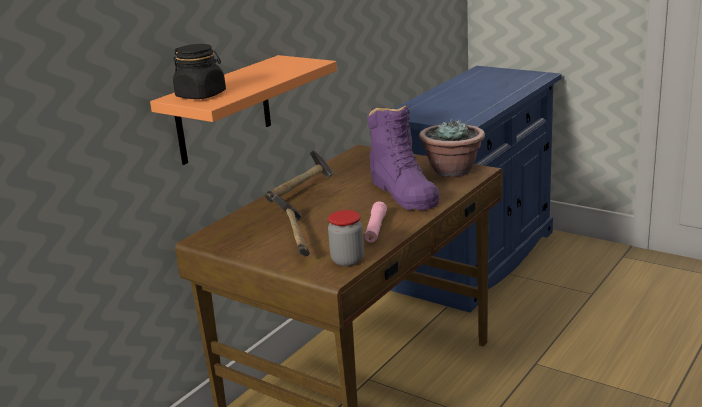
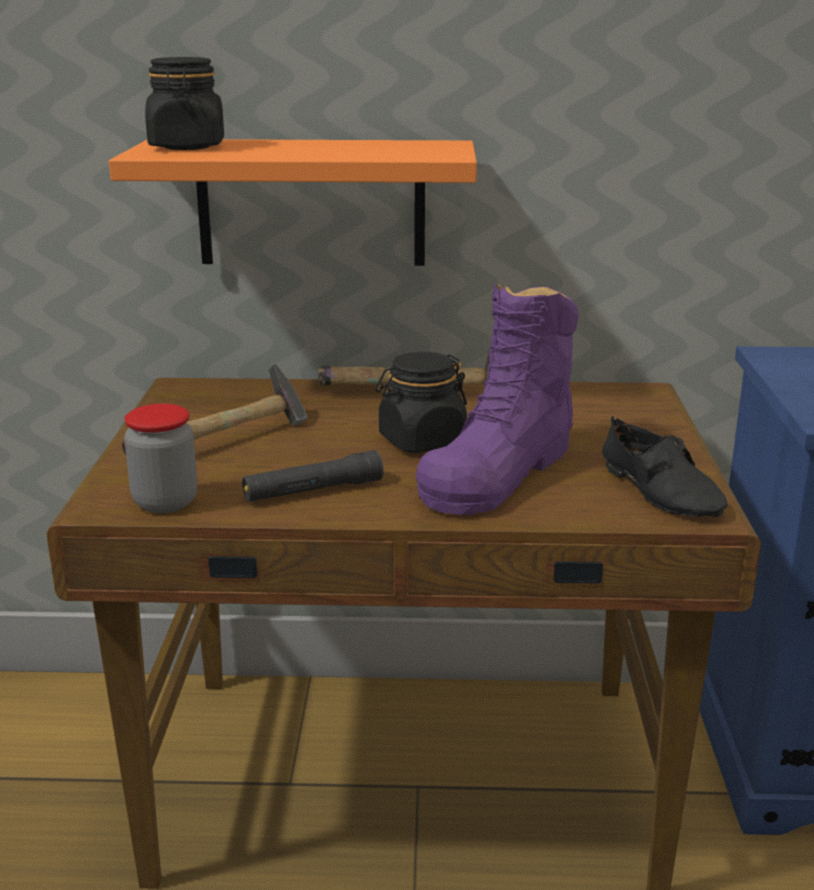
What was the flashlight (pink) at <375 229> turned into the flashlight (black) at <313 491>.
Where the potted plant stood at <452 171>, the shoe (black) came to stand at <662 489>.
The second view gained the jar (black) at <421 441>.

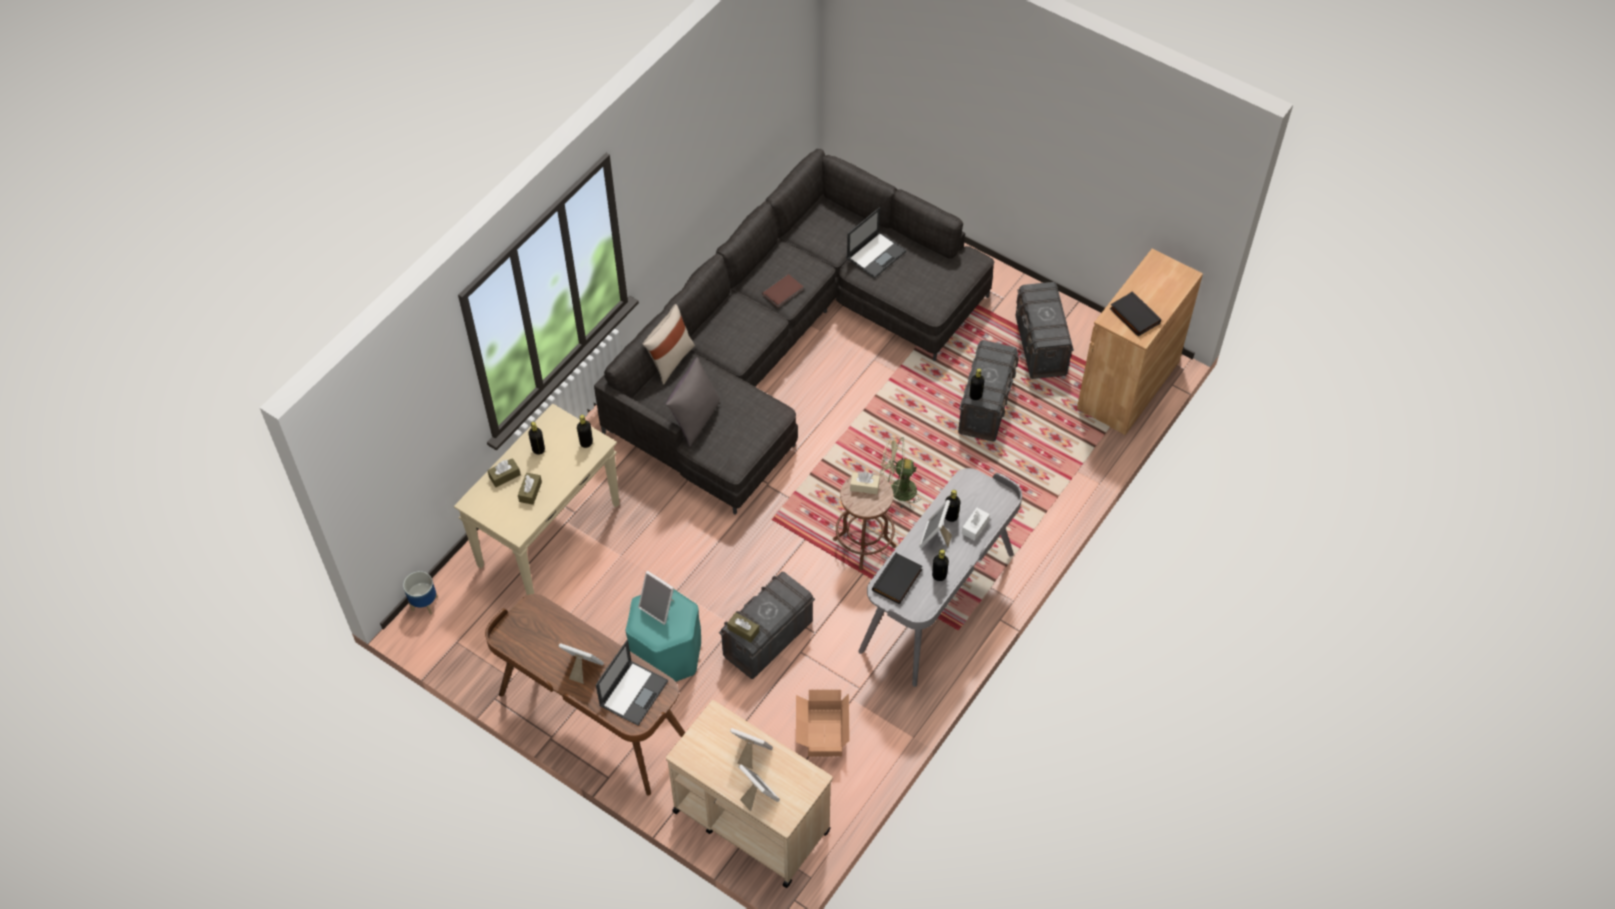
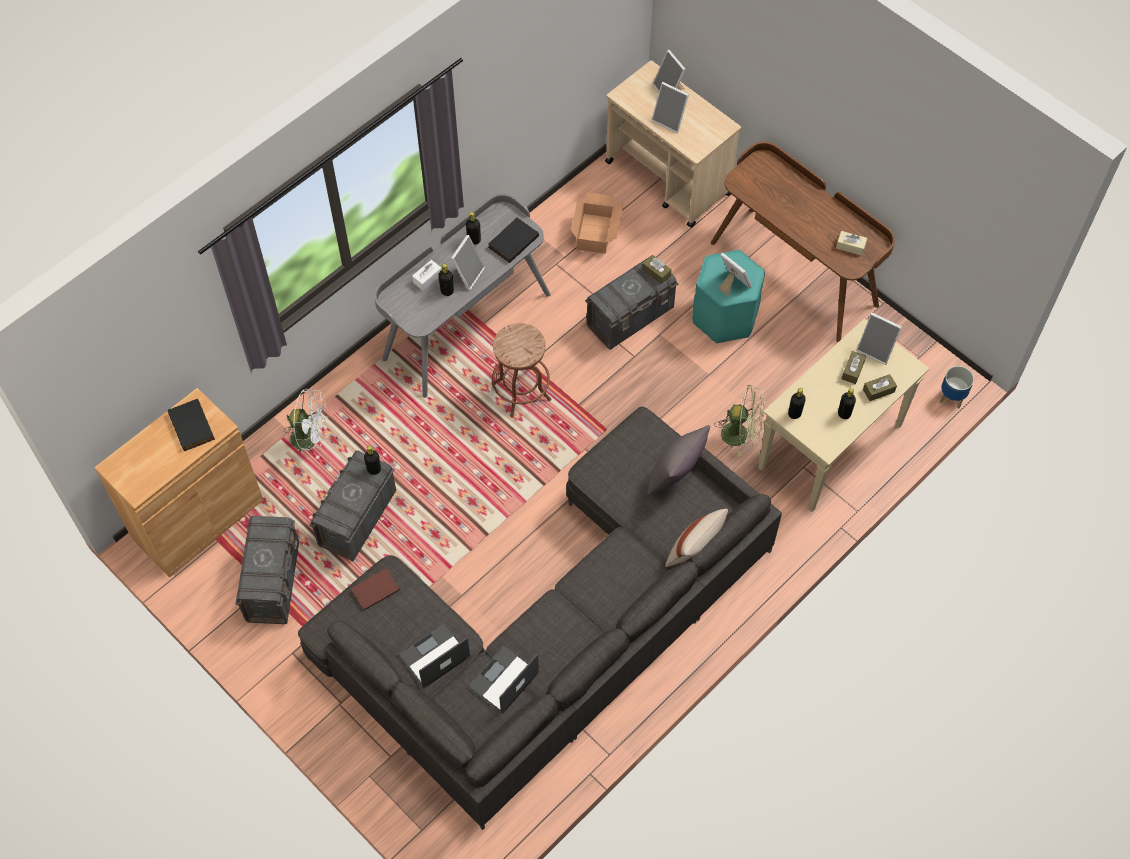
The picture frame ended up elsewhere, having gone from <582 668> to <876 349>.
The laptop ended up elsewhere, having gone from <634 692> to <503 680>.
The book (brown) ended up elsewhere, having gone from <784 292> to <374 589>.
The tissue box (beige) ended up elsewhere, having gone from <864 486> to <850 246>.
The fan (green) ended up elsewhere, having gone from <897 491> to <741 434>.
The second view gained the fan (white) at <310 438>.

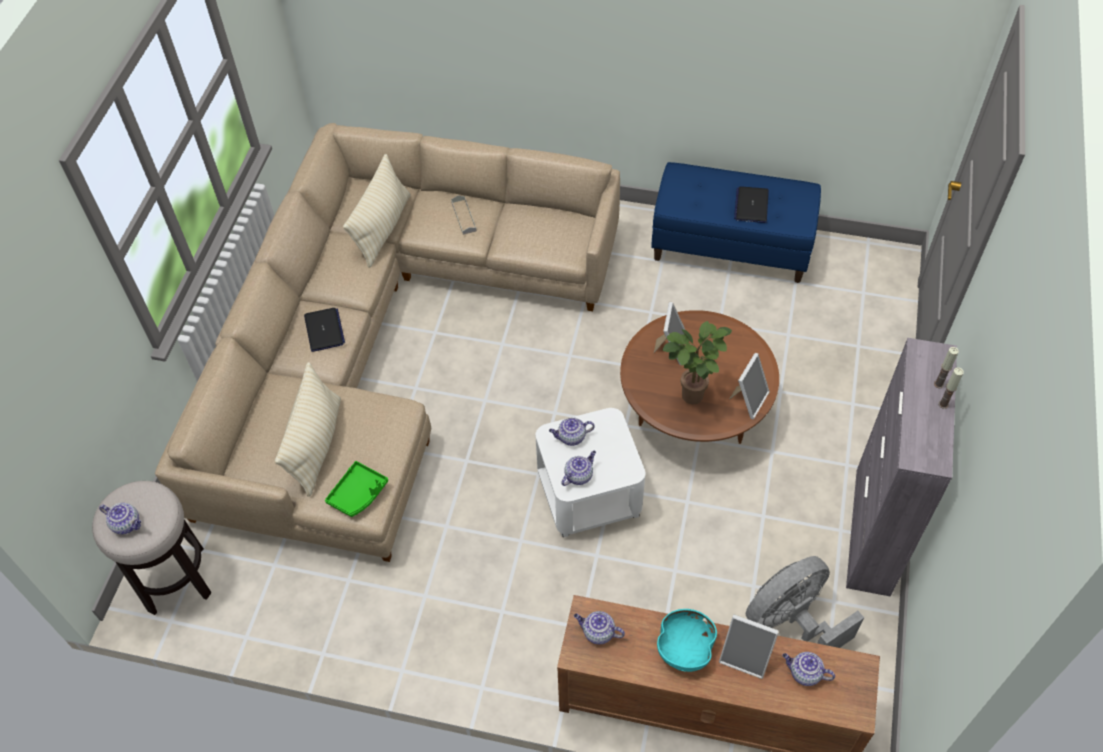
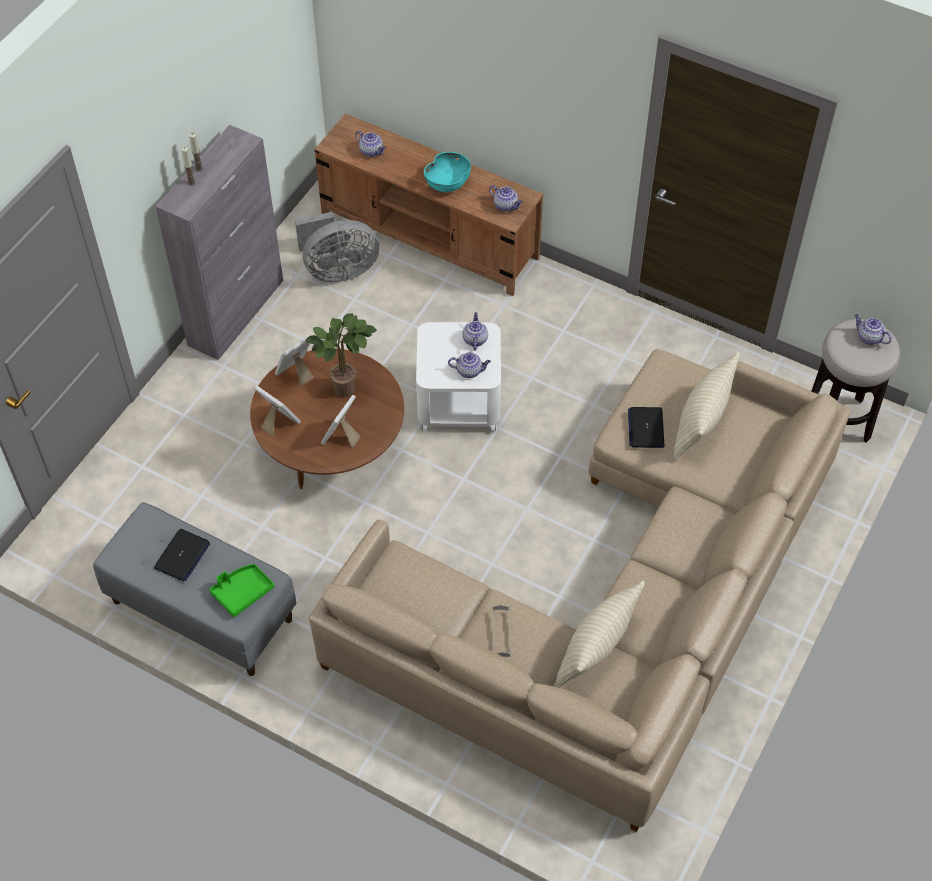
The laptop ended up elsewhere, having gone from <324 330> to <646 428>.
The tray (green) ended up elsewhere, having gone from <358 494> to <242 592>.
The teapot at <579 475> ended up facing another way, 120 degrees clockwise from before.
What was the bench (blue) at <731 247> turned into the bench (grey) at <201 611>.
The picture frame ended up elsewhere, having gone from <745 656> to <278 421>.

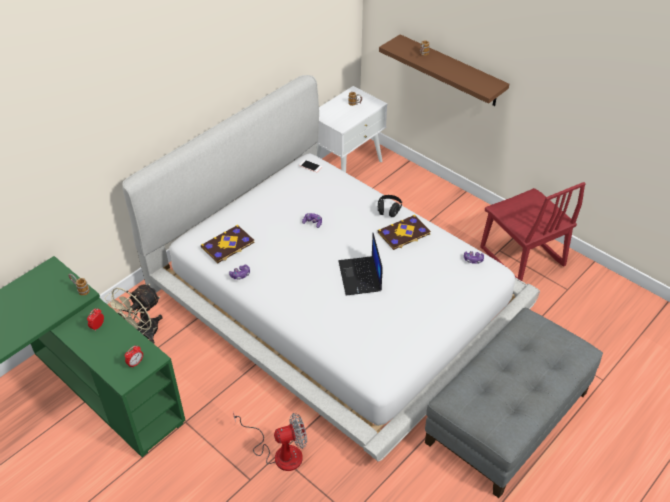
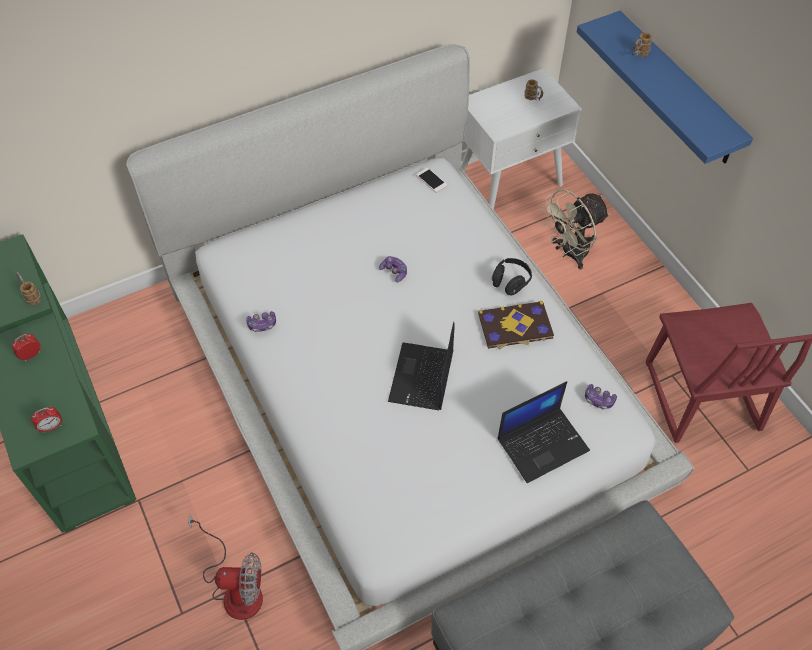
The fan (beige) ended up elsewhere, having gone from <142 334> to <569 253>.
The second view lost the book at <228 245>.
What was the shelf (brown) at <451 71> turned into the shelf (blue) at <677 89>.
The second view gained the laptop at <543 443>.

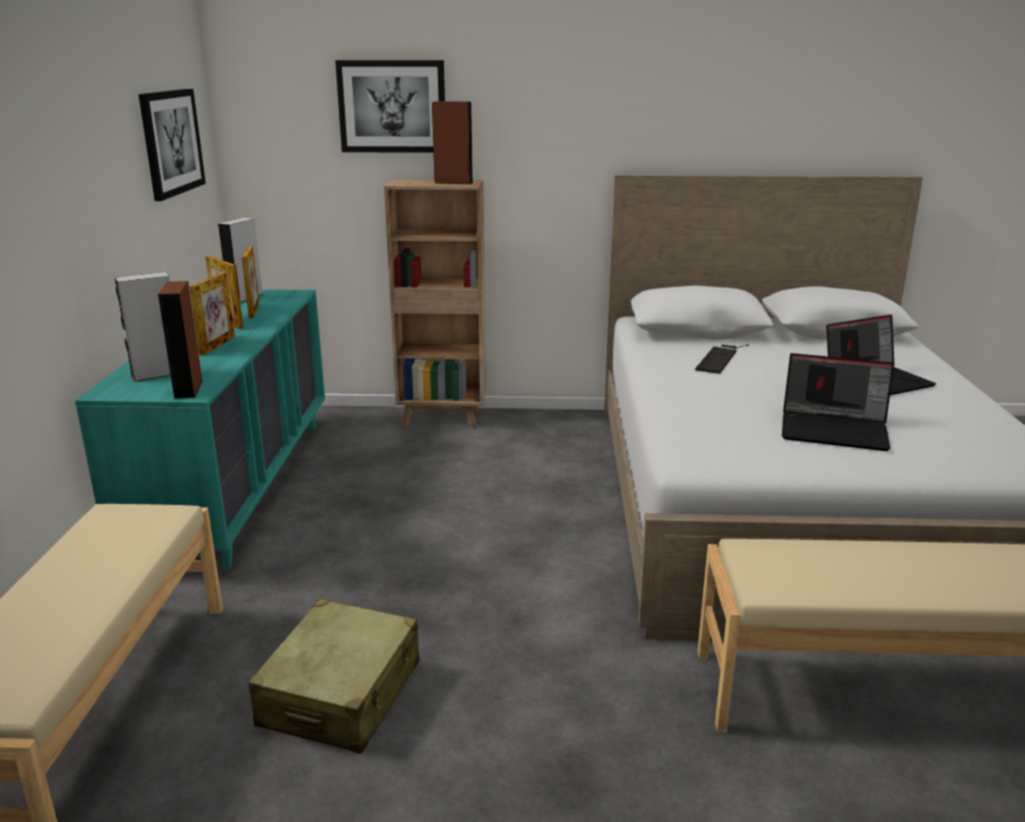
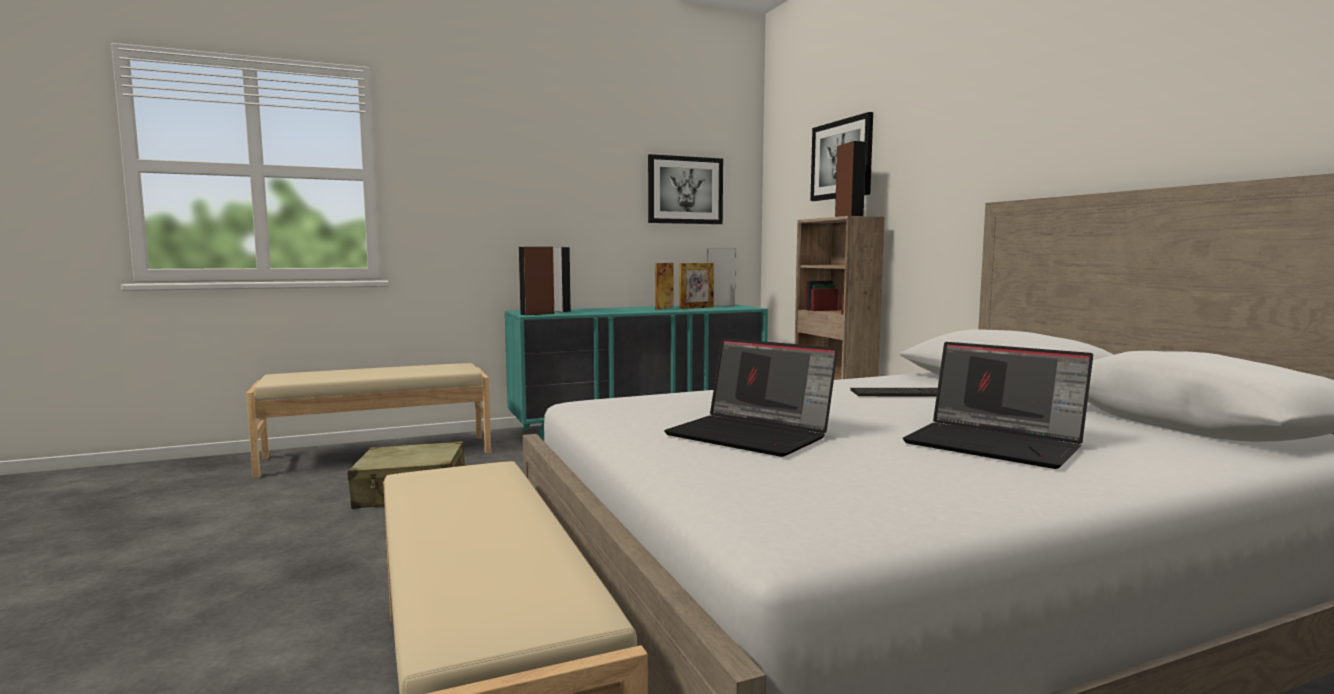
The second view lost the picture frame at <217 345>.
The laptop at <835 430> ended up facing another way, 45 degrees counterclockwise from before.

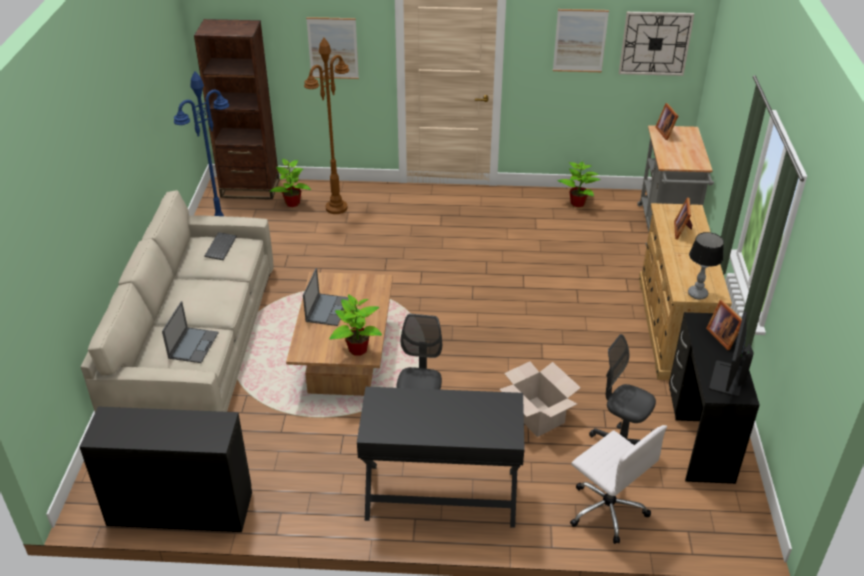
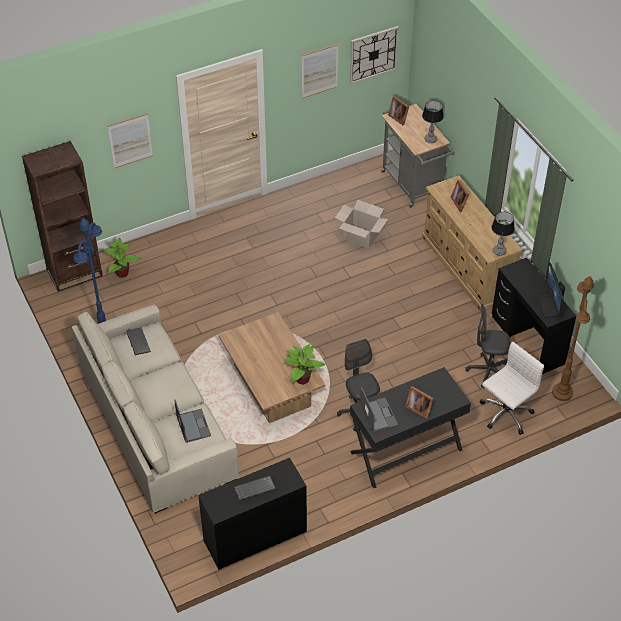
The laptop ended up elsewhere, having gone from <327 309> to <378 414>.
The floor lamp (brown) ended up elsewhere, having gone from <336 208> to <562 392>.
The cardboard box ended up elsewhere, having gone from <538 416> to <361 236>.
The second view lost the potted plant at <578 203>.
The office chair (white) at <606 509> ended up facing another way, 60 degrees counterclockwise from before.
The picture frame ended up elsewhere, having gone from <723 336> to <418 408>.
The second view gained the keyboard at <254 489>.
The second view gained the table lamp at <430 139>.

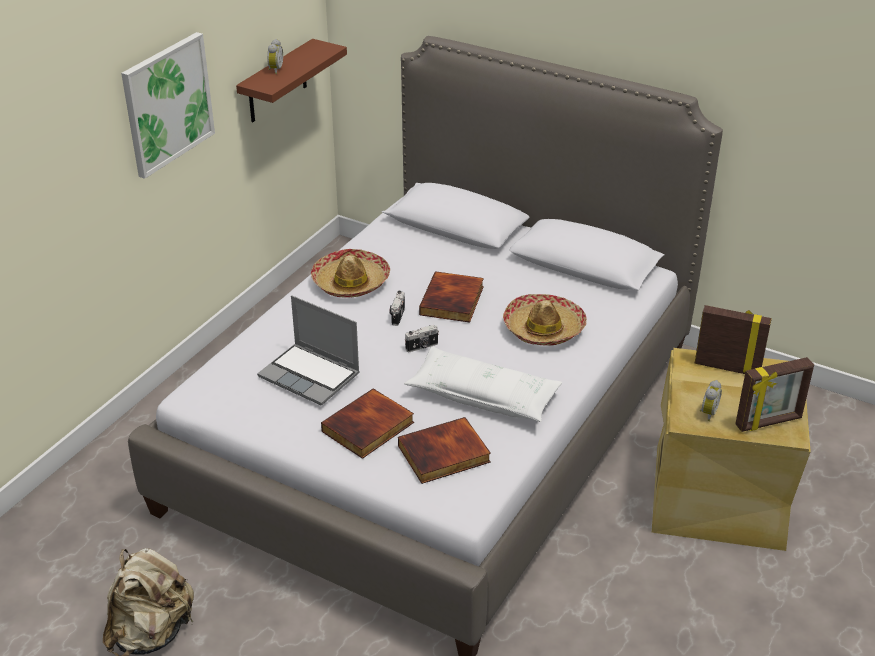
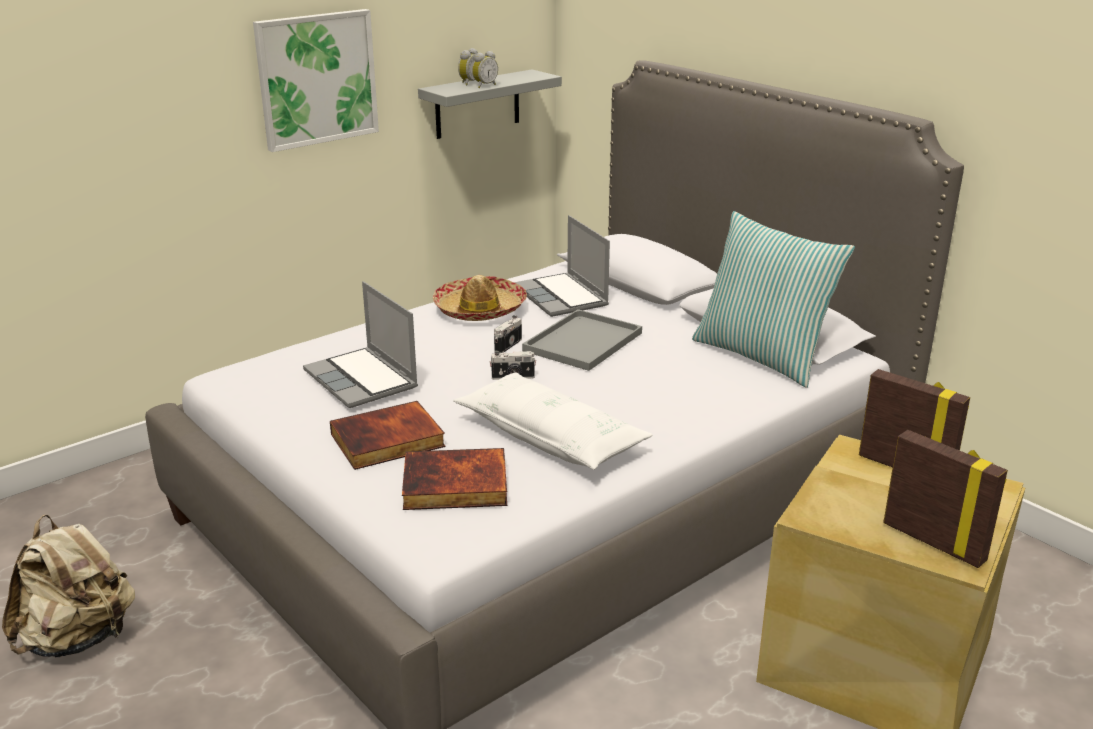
What was the shelf (brown) at <277 82> turned into the shelf (grey) at <477 104>.
Where the book stood at <453 301>, the tray (grey) came to stand at <582 343>.
The second view lost the hat at <544 328>.
The alarm clock ended up elsewhere, having gone from <707 413> to <484 86>.
The picture frame at <769 422> ended up facing another way, 135 degrees counterclockwise from before.
The second view gained the laptop at <562 297>.
The second view gained the pillow at <762 356>.

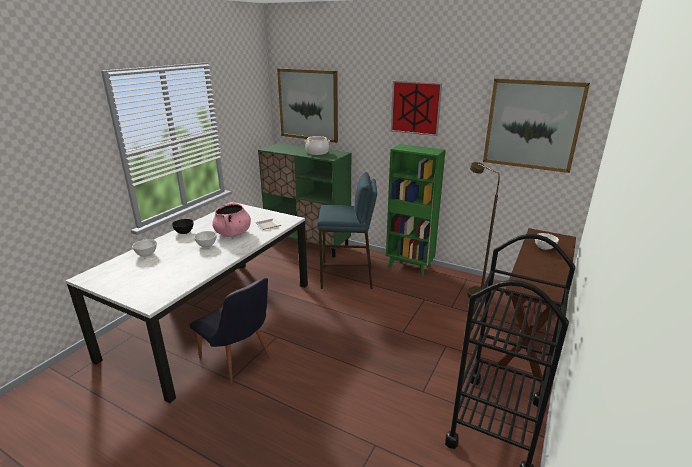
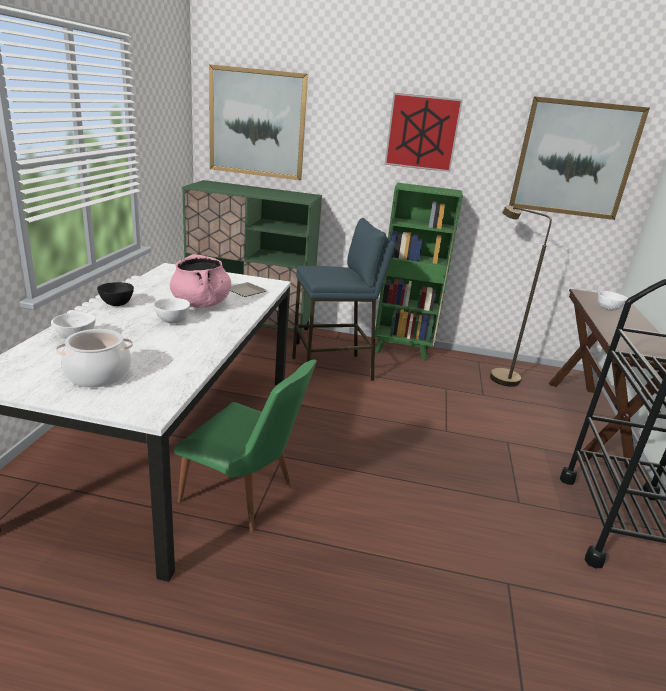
What was the chair (black) at <239 360> turned into the chair (green) at <245 498>.
The cooking pot ended up elsewhere, having gone from <317 152> to <98 375>.

